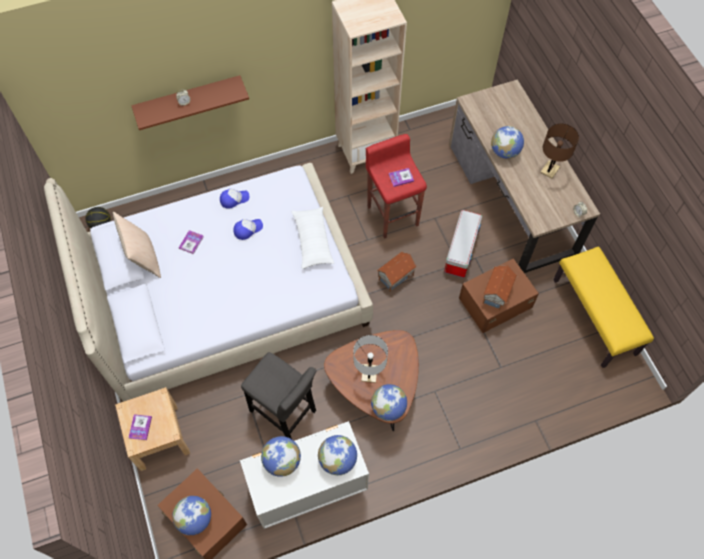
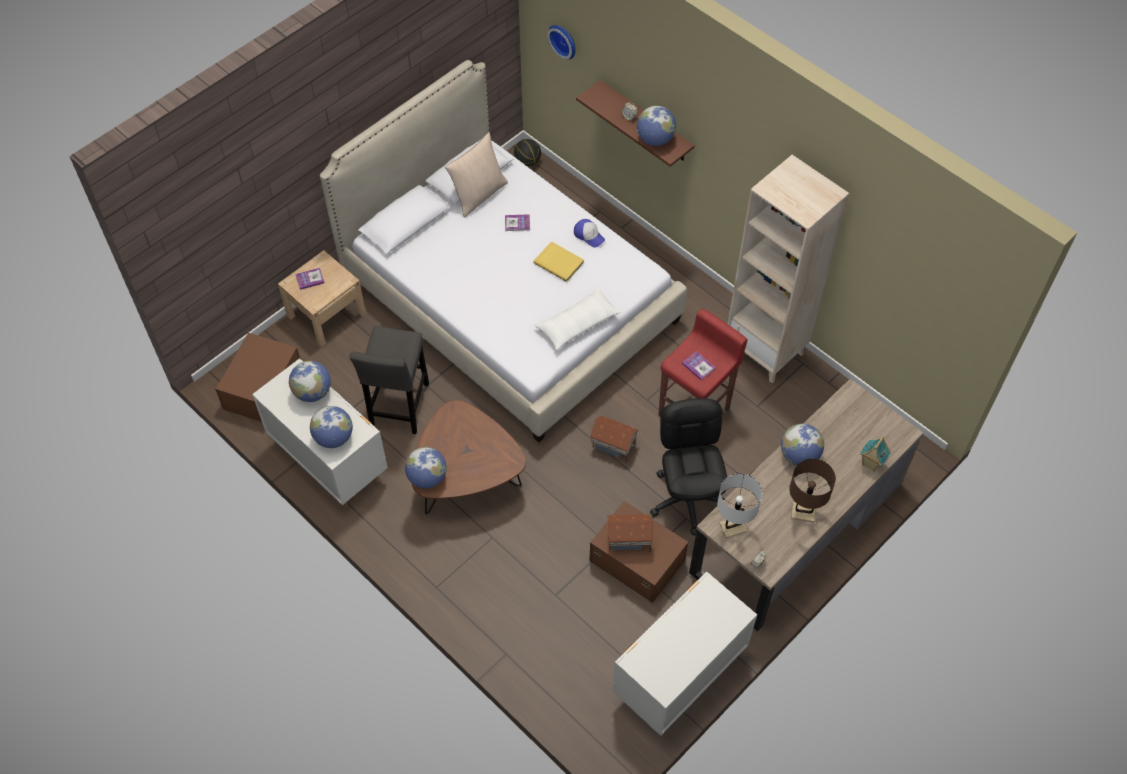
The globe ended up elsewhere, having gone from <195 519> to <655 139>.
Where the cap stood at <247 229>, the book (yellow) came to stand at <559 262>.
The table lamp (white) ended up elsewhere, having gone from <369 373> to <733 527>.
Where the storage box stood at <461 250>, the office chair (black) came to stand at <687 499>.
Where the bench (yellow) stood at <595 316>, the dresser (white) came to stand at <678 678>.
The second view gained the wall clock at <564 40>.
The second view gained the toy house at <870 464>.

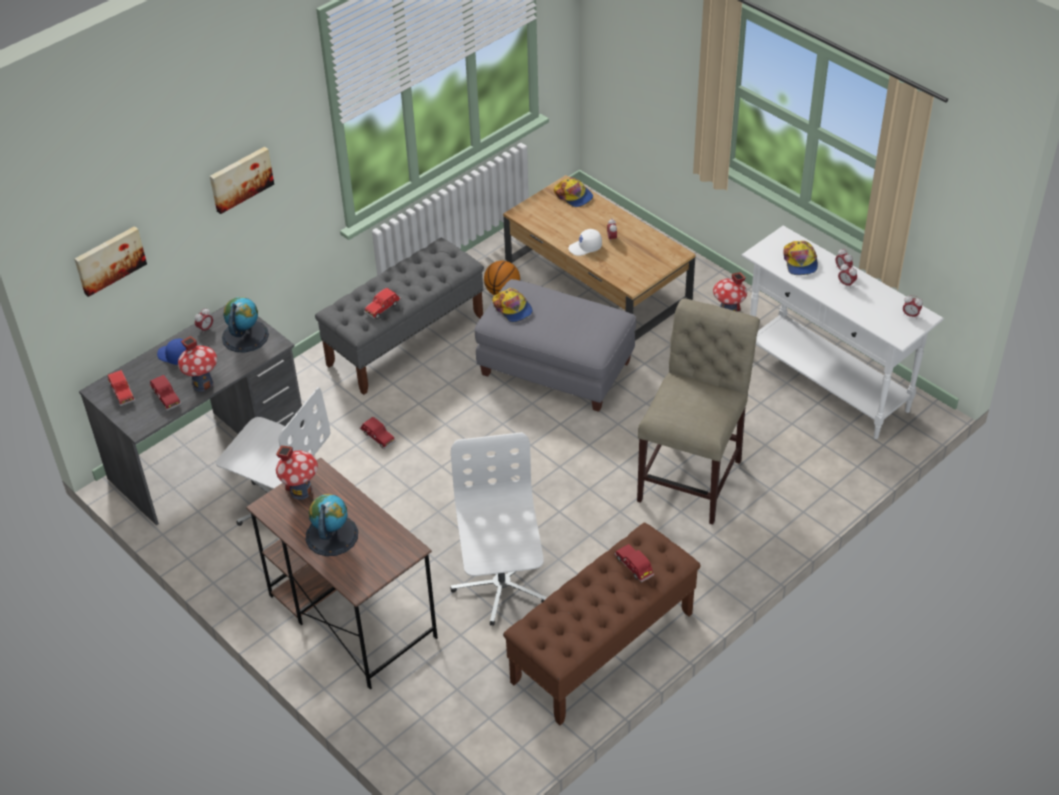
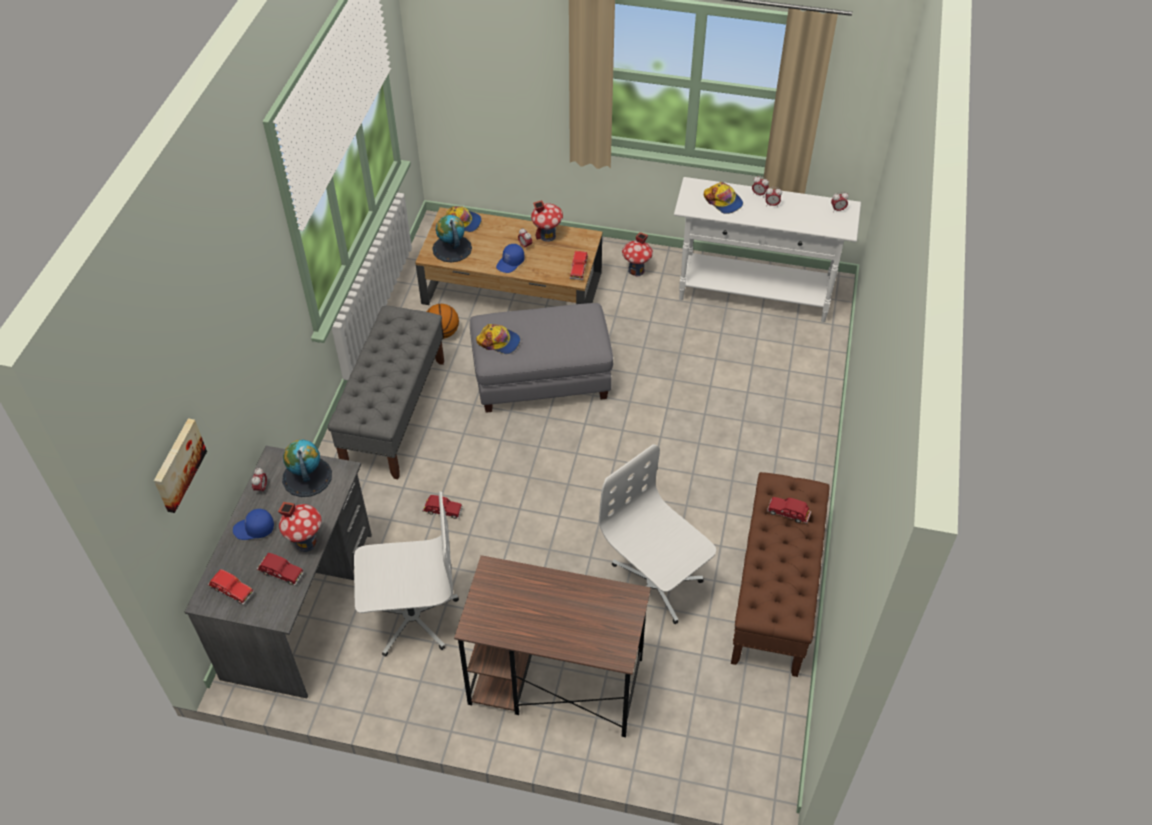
The second view lost the picture at <240 178>.
The toy house ended up elsewhere, having gone from <301 490> to <547 235>.
The globe ended up elsewhere, having gone from <331 535> to <452 248>.
The toy car (red) ended up elsewhere, having gone from <383 308> to <579 269>.
What was the cap (white) at <585 248> turned into the cap (blue) at <510 263>.
The second view lost the chair (beige) at <693 476>.

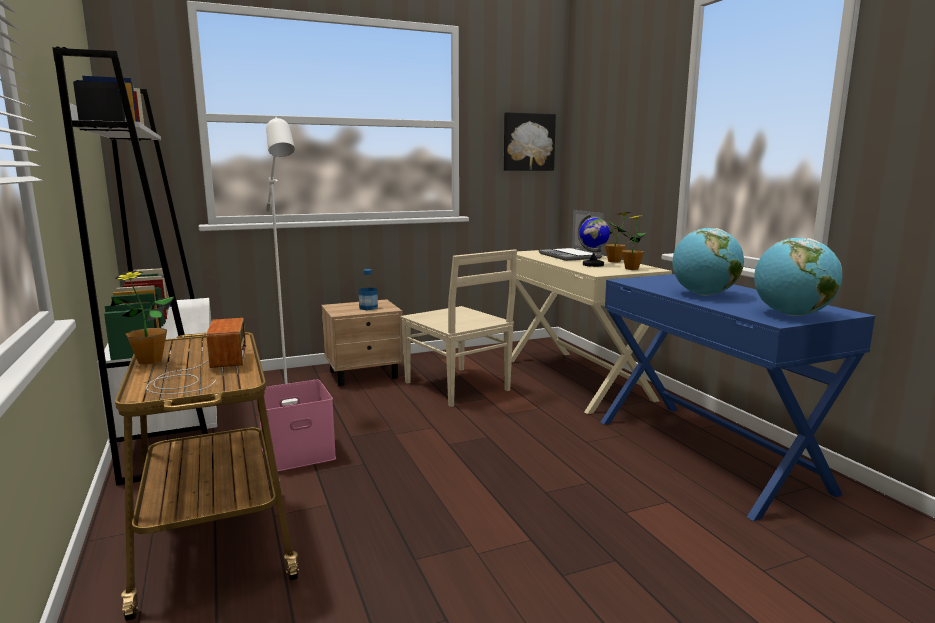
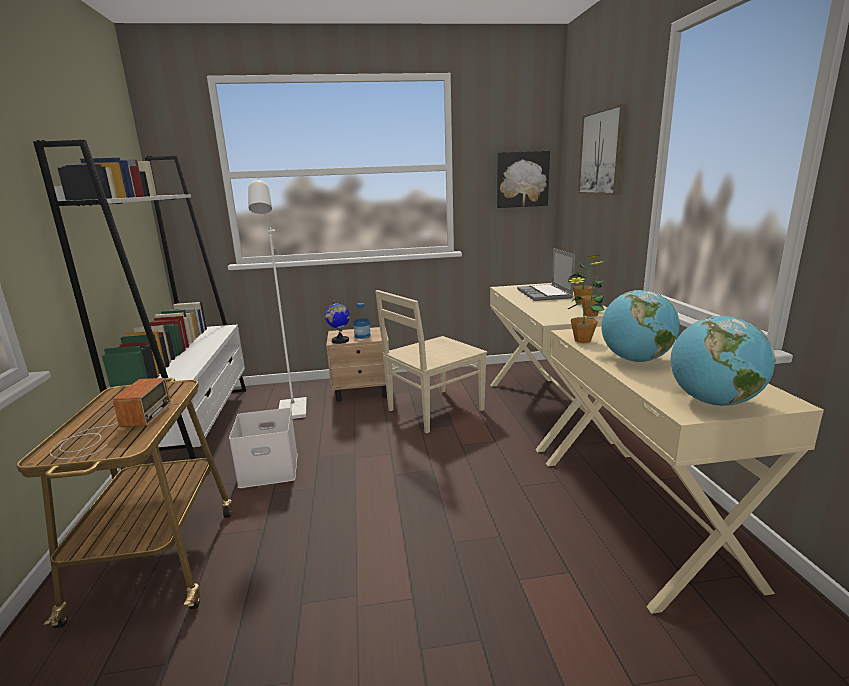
The potted plant ended up elsewhere, having gone from <149 361> to <582 340>.
What was the storage box (pink) at <299 451> turned into the storage box (white) at <270 468>.
The chair (beige) at <458 387> ended up facing another way, 75 degrees clockwise from before.
The globe ended up elsewhere, having gone from <593 265> to <340 341>.
What was the desk (blue) at <707 454> turned into the desk (beige) at <639 515>.
The second view gained the picture at <602 153>.

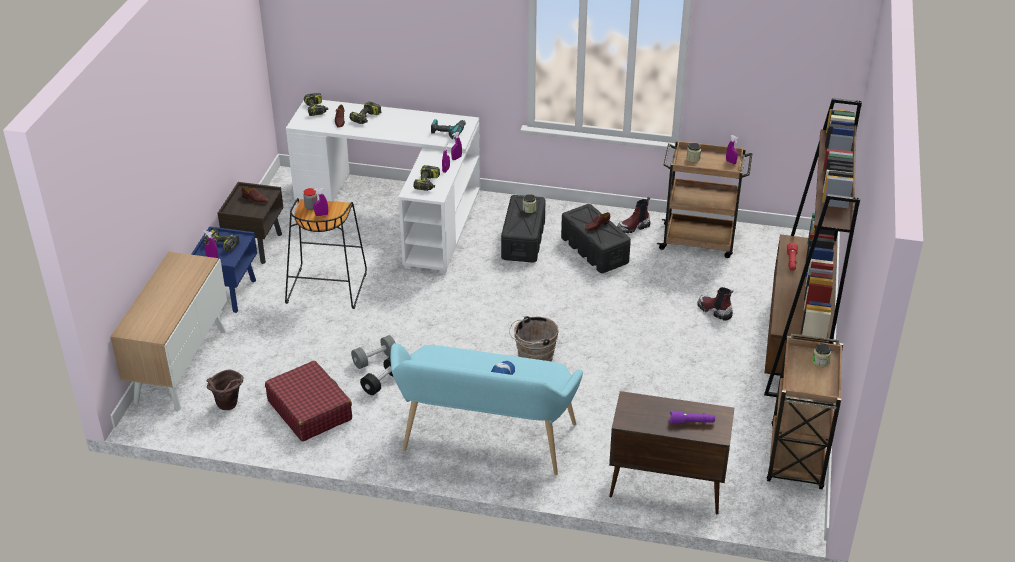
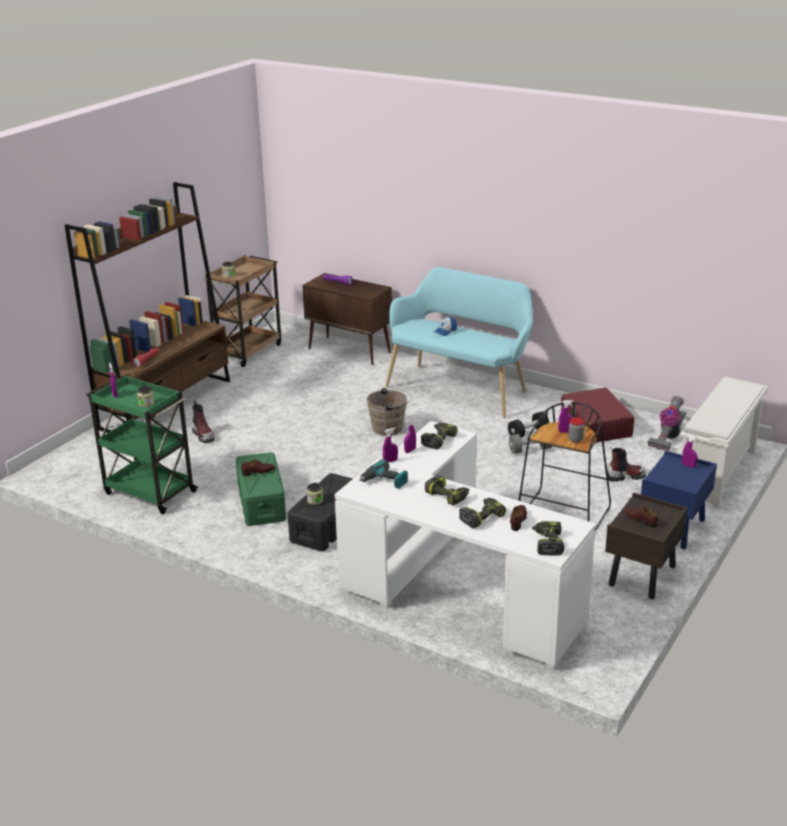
Where the cabinet stood at <180 365>, the shoe rack (white) came to stand at <717 474>.
The power drill ended up elsewhere, having gone from <220 245> to <448 496>.
Where the bucket (brown) stood at <228 407>, the vacuum cleaner came to stand at <667 438>.
What was the storage box (black) at <595 250> turned into the storage box (green) at <261 502>.
The boot ended up elsewhere, having gone from <633 227> to <625 476>.
What was the cart (brown) at <699 241> turned into the cart (green) at <148 492>.

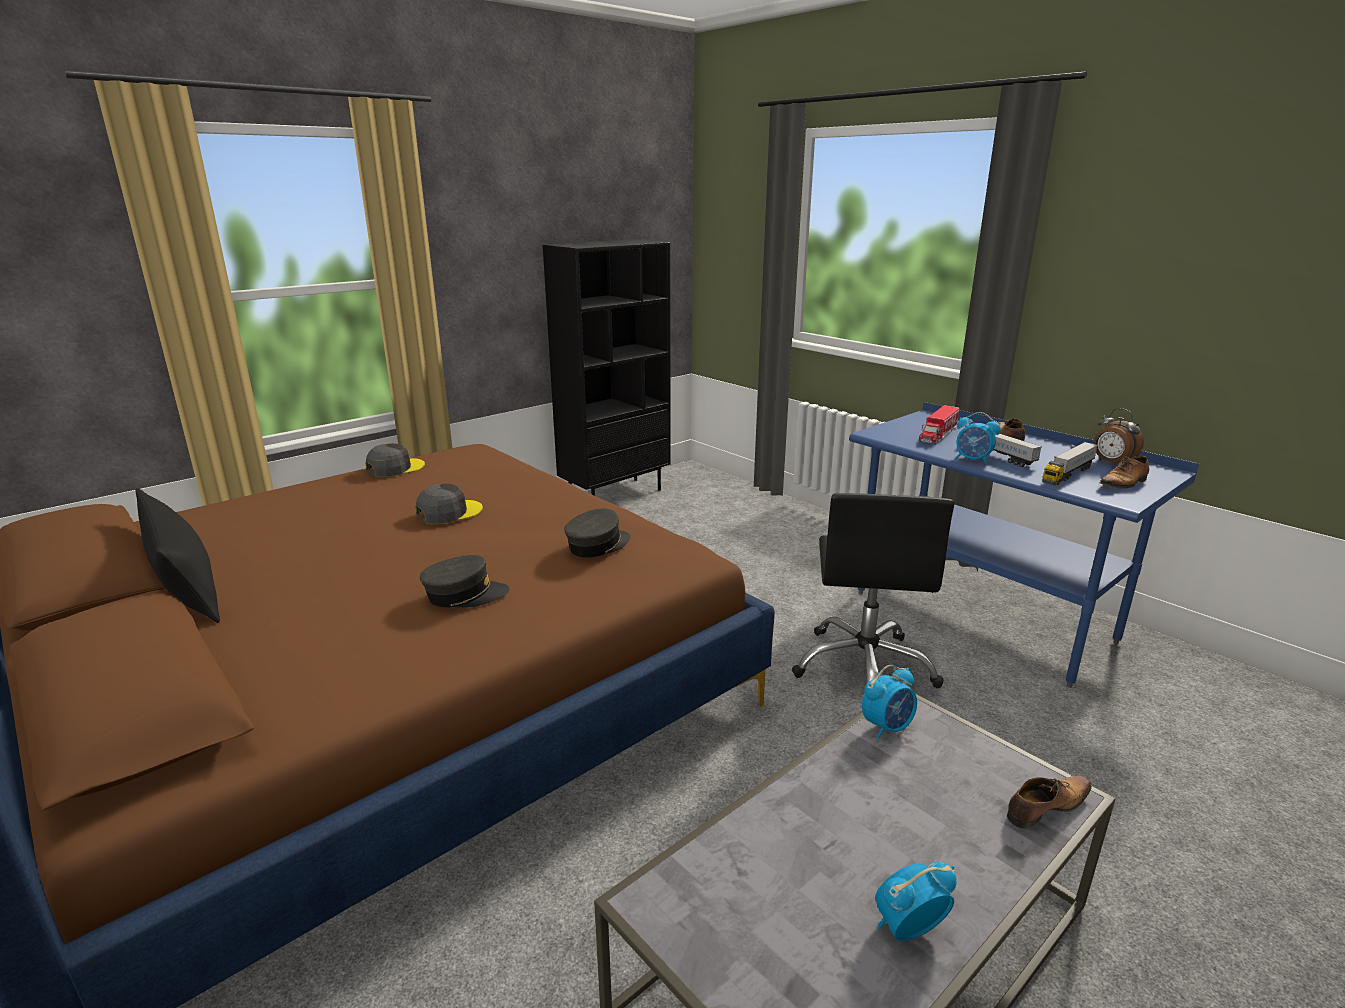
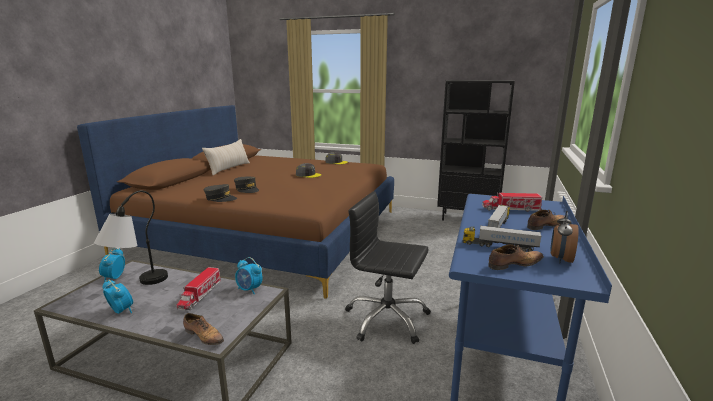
What was the pillow (black) at <186 589> turned into the pillow (beige) at <229 168>.
The cap (grey) ended up elsewhere, having gone from <598 545> to <220 198>.
The office chair (black) at <865 668> ended up facing another way, 45 degrees clockwise from before.
The alarm clock ended up elsewhere, having gone from <972 460> to <114 278>.
The shoe at <1123 483> ended up facing another way, 135 degrees clockwise from before.
The second view gained the table lamp at <137 286>.
The second view gained the toy truck at <200 295>.

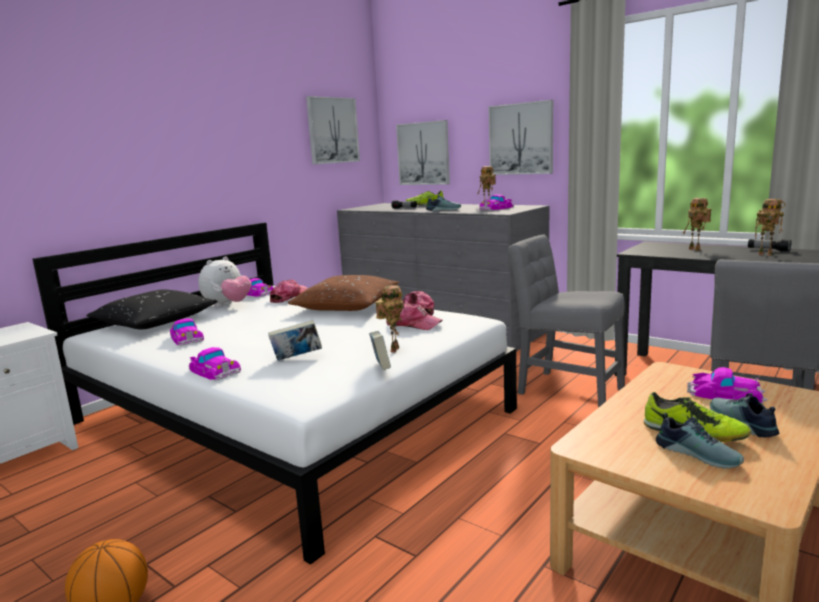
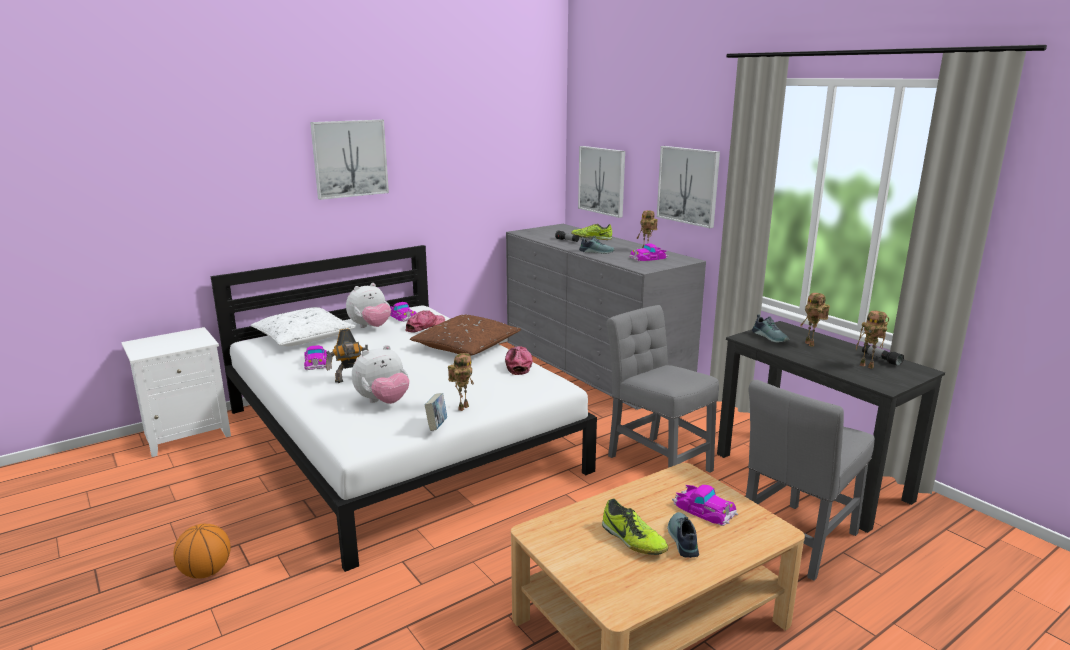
What was the pillow (black) at <155 322> turned into the pillow (white) at <303 337>.
The second view lost the toy car at <214 371>.
Where the book stood at <297 358>, the plush toy came to stand at <383 402>.
The picture ended up elsewhere, having gone from <332 130> to <350 158>.
The second view lost the cap at <413 325>.
The shoe ended up elsewhere, having gone from <698 454> to <770 337>.
The second view gained the toy robot at <350 380>.

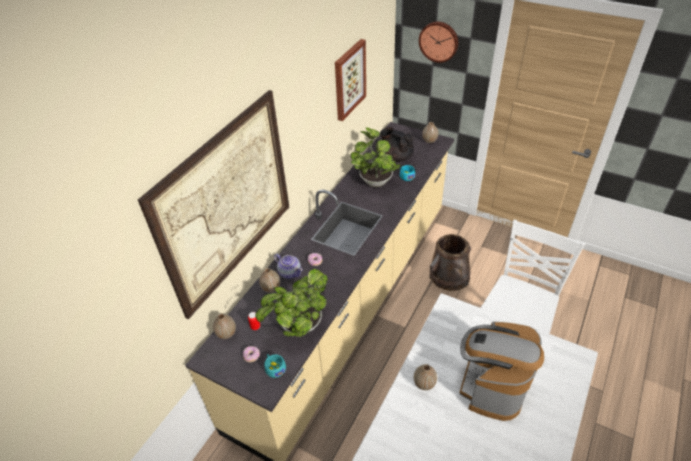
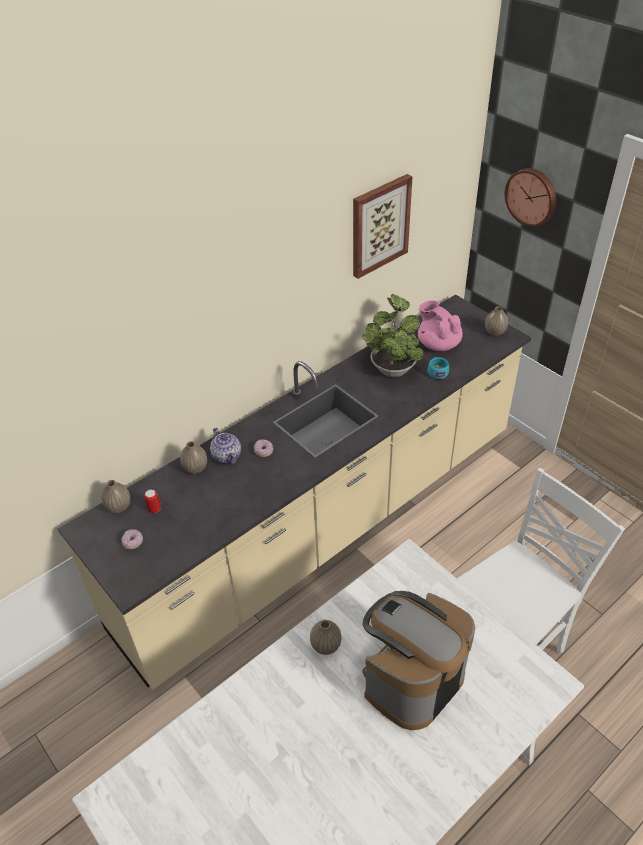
The second view lost the picture at <227 203>.
The second view lost the potted plant at <298 327>.
The second view lost the cup (turquoise) at <274 367>.
What was the teapot (black) at <396 157> turned into the teapot (pink) at <438 344>.
The second view lost the bucket (brown) at <449 276>.

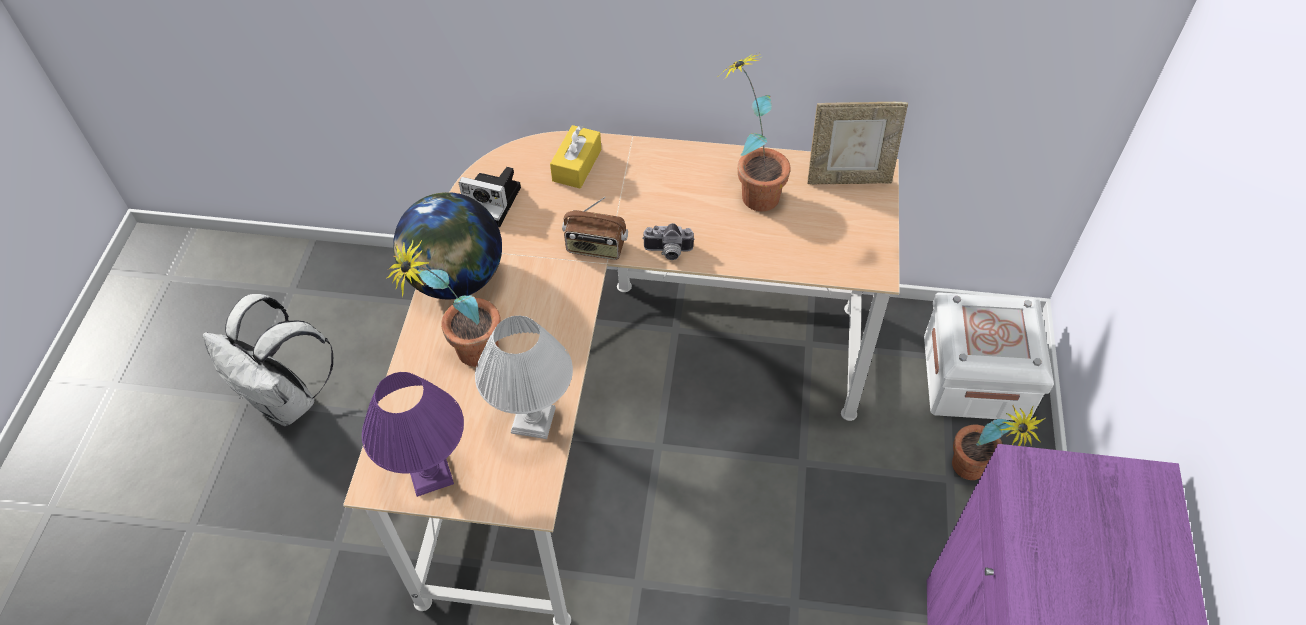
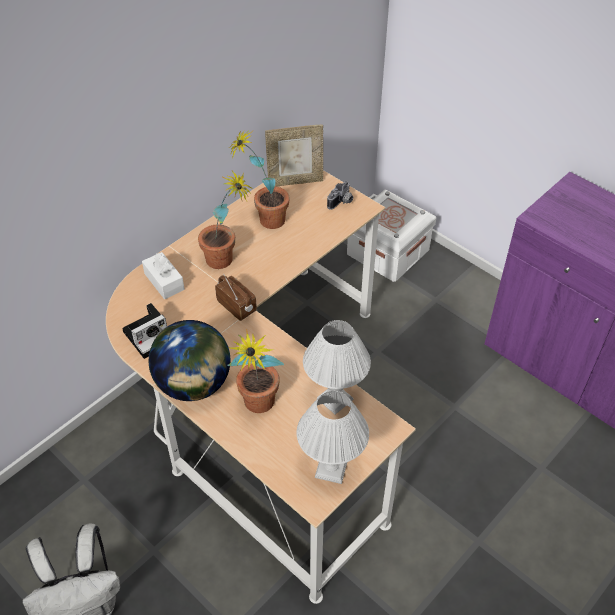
What was the table lamp (purple) at <429 475> turned into the table lamp (white) at <331 470>.
What was the tissue box (yellow) at <577 165> turned into the tissue box (white) at <164 281>.
The radio at <595 248> ended up facing another way, 90 degrees counterclockwise from before.
The photo camera ended up elsewhere, having gone from <668 252> to <342 202>.
The picture frame at <849 178> ended up facing another way, 45 degrees clockwise from before.
The potted plant ended up elsewhere, having gone from <973 474> to <227 262>.

